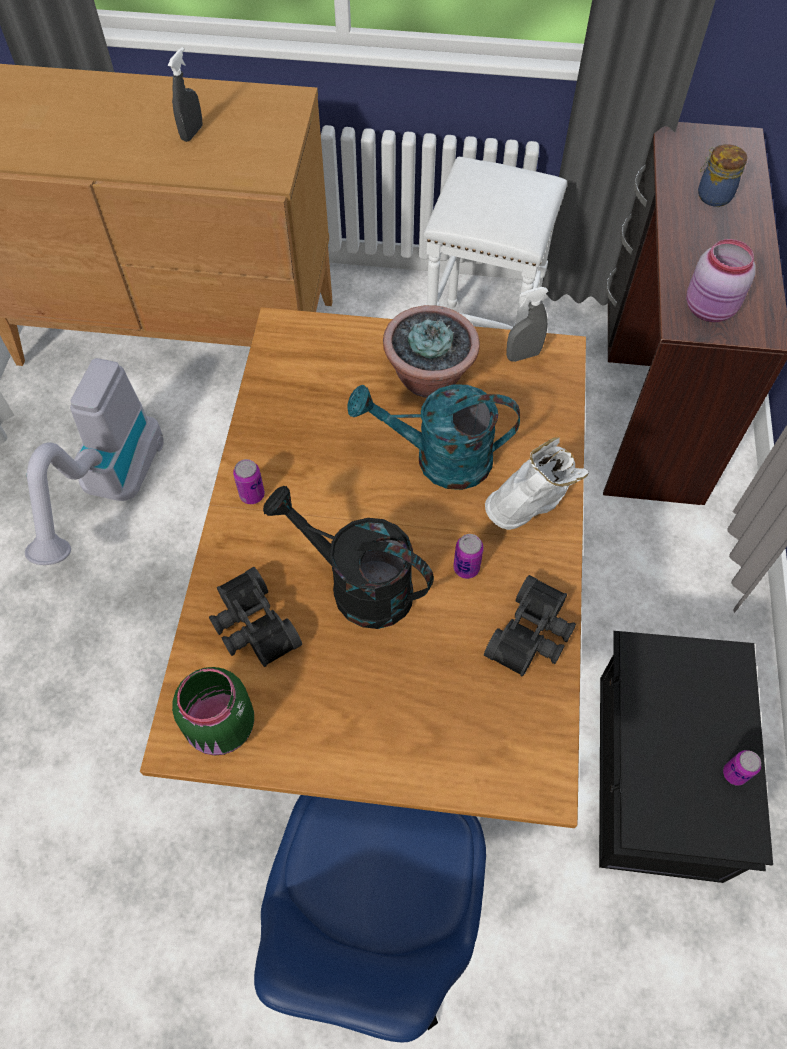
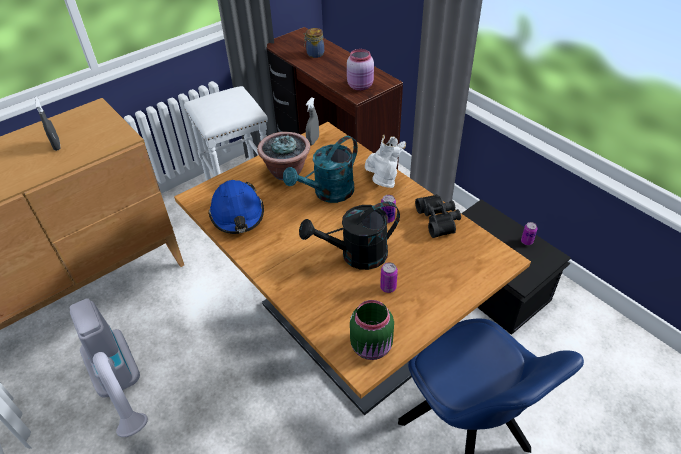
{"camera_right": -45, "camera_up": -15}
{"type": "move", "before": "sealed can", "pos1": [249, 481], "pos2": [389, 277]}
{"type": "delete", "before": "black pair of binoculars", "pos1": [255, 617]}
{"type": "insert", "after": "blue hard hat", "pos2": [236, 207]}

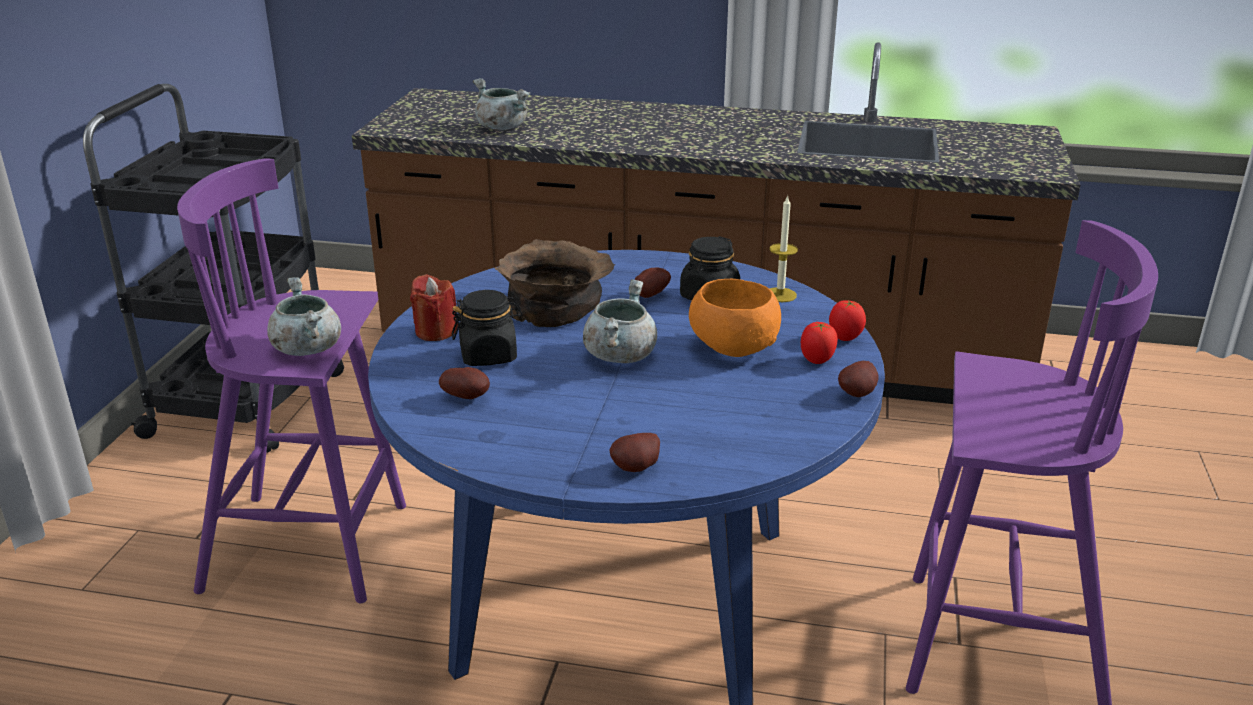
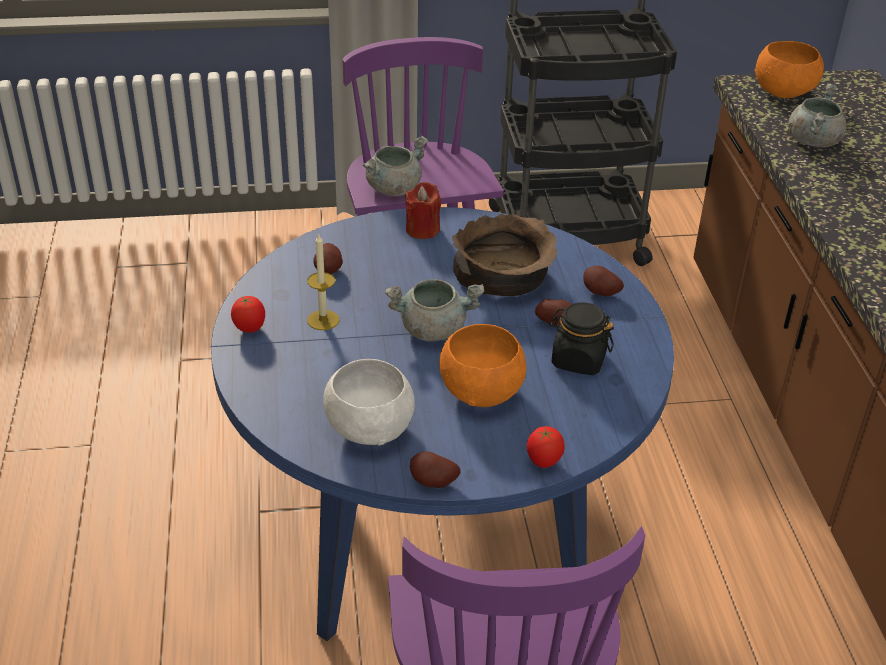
{"camera_right": 70, "camera_up": 10}
{"type": "move", "before": "wax light", "pos1": [783, 248], "pos2": [323, 282]}
{"type": "delete", "before": "black preserve jar", "pos1": [487, 328]}
{"type": "move", "before": "whole tomato", "pos1": [819, 343], "pos2": [248, 314]}
{"type": "move", "before": "spud", "pos1": [634, 452], "pos2": [603, 281]}
{"type": "insert", "after": "orange-coloured bowl", "pos2": [789, 69]}
{"type": "insert", "after": "white-coloured bowl", "pos2": [369, 402]}

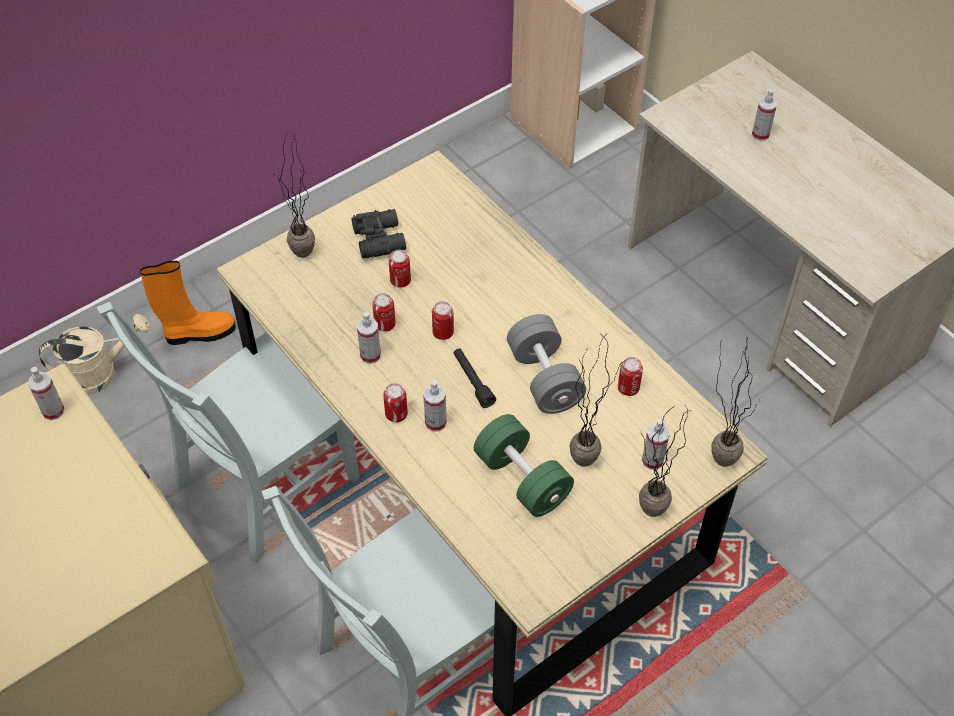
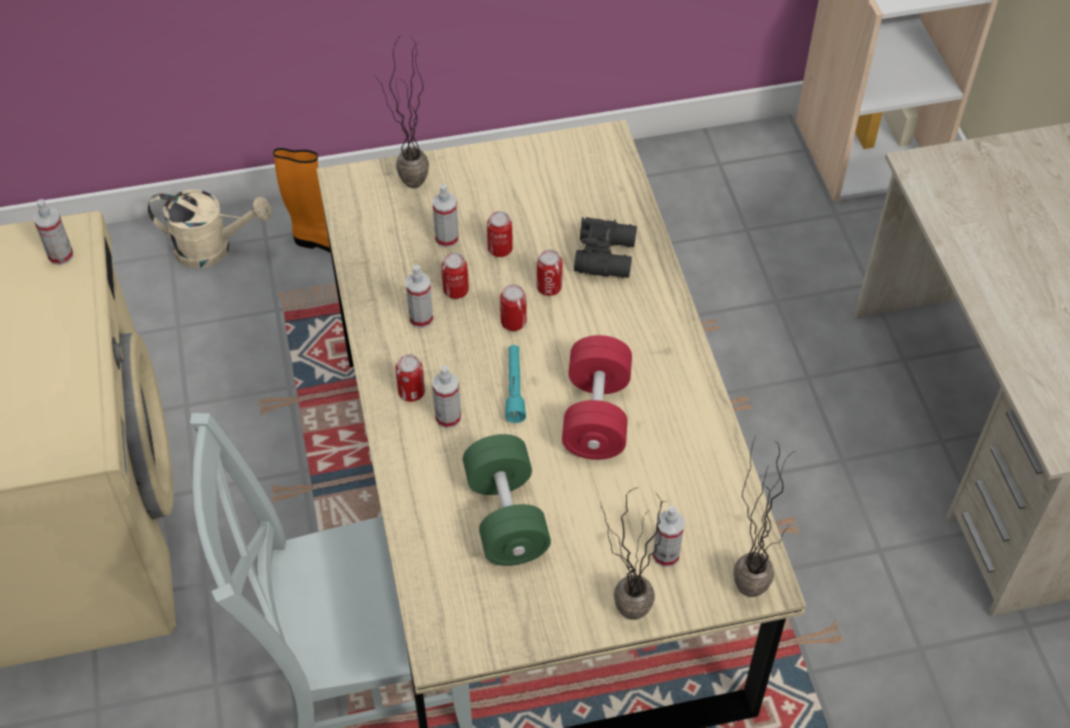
{"camera_right": 25, "camera_up": 0}
{"type": "move", "before": "hand sprayer", "pos1": [764, 115], "pos2": [446, 216]}
{"type": "move", "before": "black pair of binoculars", "pos1": [379, 234], "pos2": [605, 247]}
{"type": "delete", "before": "greyish upright chair", "pos1": [228, 432]}
{"type": "recolor", "before": "greyish free weight", "after": "red free weight", "pos1": [546, 364], "pos2": [597, 397]}
{"type": "delete", "before": "potted plant", "pos1": [598, 402]}
{"type": "recolor", "before": "black torch", "after": "turquoise torch", "pos1": [474, 378], "pos2": [515, 384]}
{"type": "move", "before": "sealed can", "pos1": [630, 376], "pos2": [549, 273]}

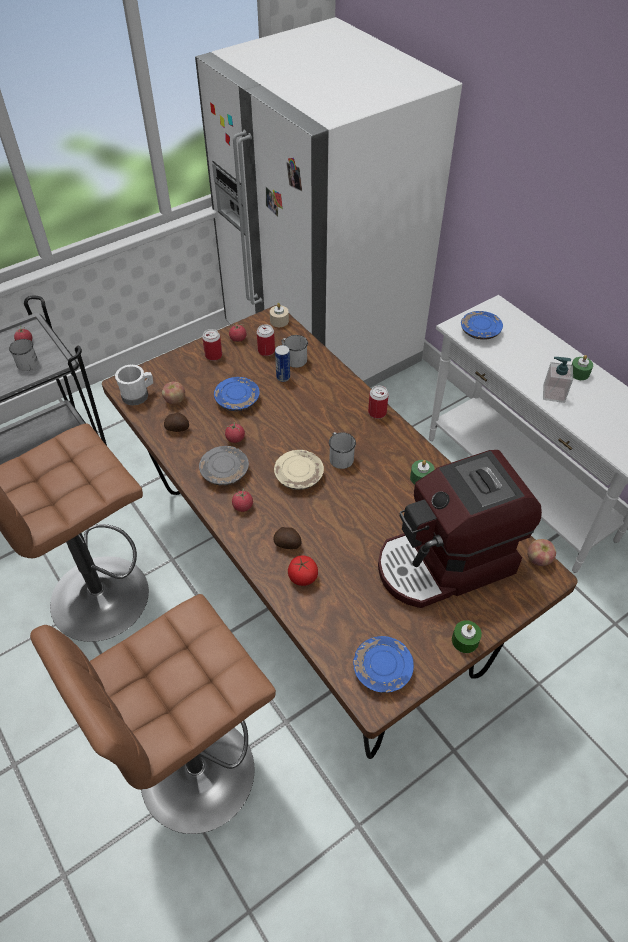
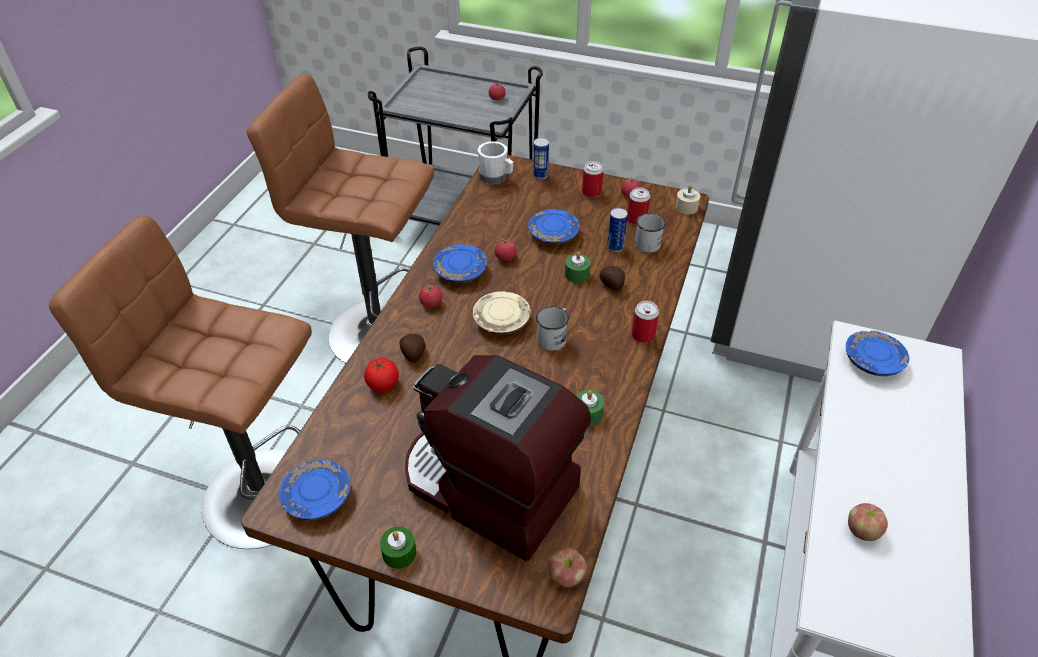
{"camera_right": 55, "camera_up": -5}
{"type": "delete", "before": "white-coloured mug", "pos1": [23, 355]}
{"type": "move", "before": "green-coloured wax light", "pos1": [582, 367], "pos2": [578, 267]}
{"type": "delete", "before": "soap bottle", "pos1": [558, 380]}
{"type": "move", "before": "apple", "pos1": [173, 393], "pos2": [868, 522]}
{"type": "move", "before": "spud", "pos1": [176, 422], "pos2": [612, 278]}
{"type": "recolor", "before": "greyish flat dish", "after": "blue flat dish", "pos1": [224, 466], "pos2": [460, 263]}
{"type": "insert", "after": "sealed can", "pos2": [541, 159]}

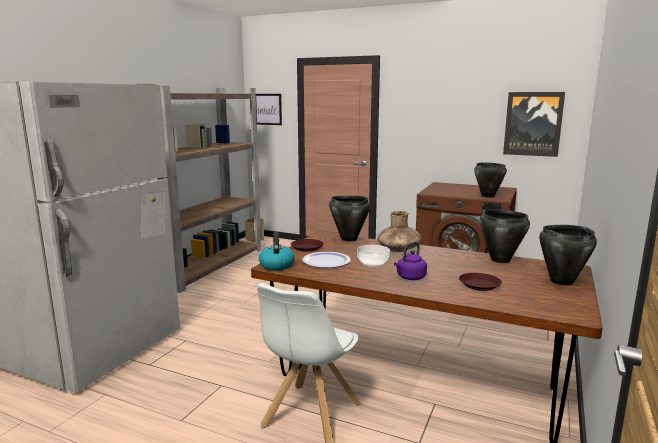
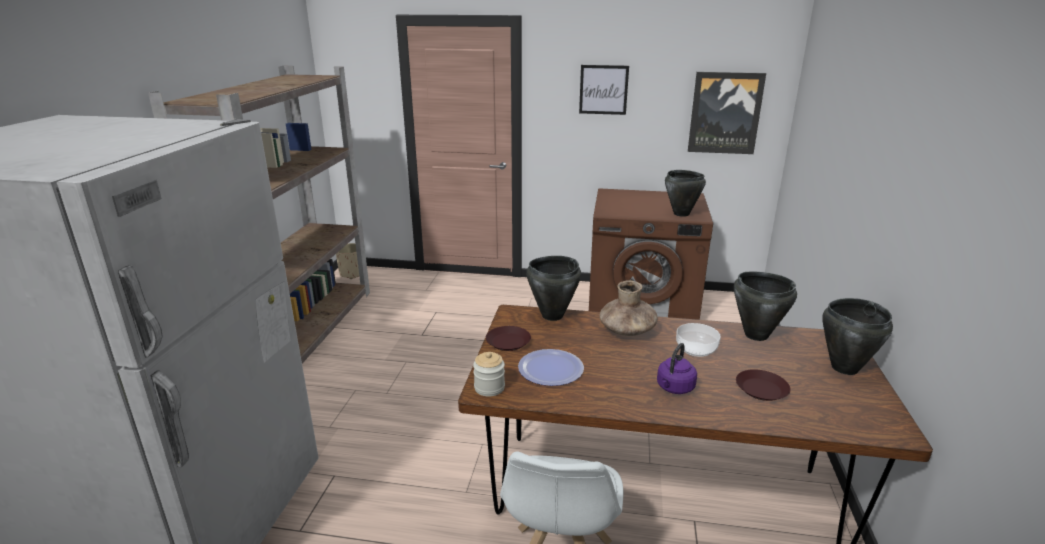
{"camera_right": -15, "camera_up": 10}
{"type": "move", "before": "picture", "pos1": [269, 109], "pos2": [604, 90]}
{"type": "replace", "before": "tea kettle", "after": "preserve jar", "pos1": [276, 251], "pos2": [489, 374]}
{"type": "move", "before": "bowl", "pos1": [373, 256], "pos2": [698, 340]}

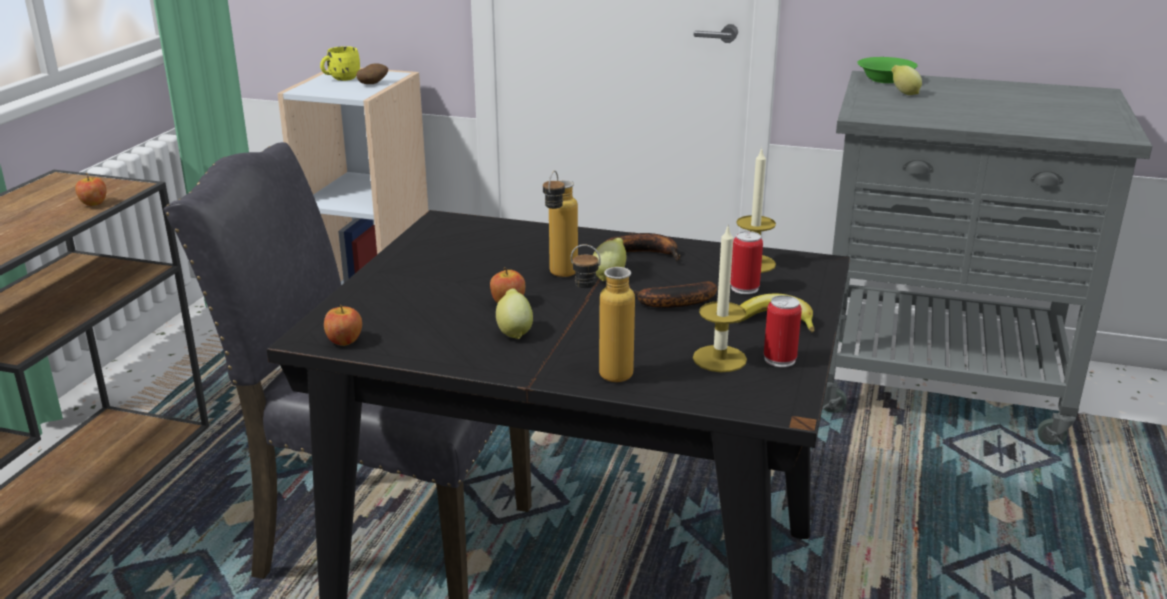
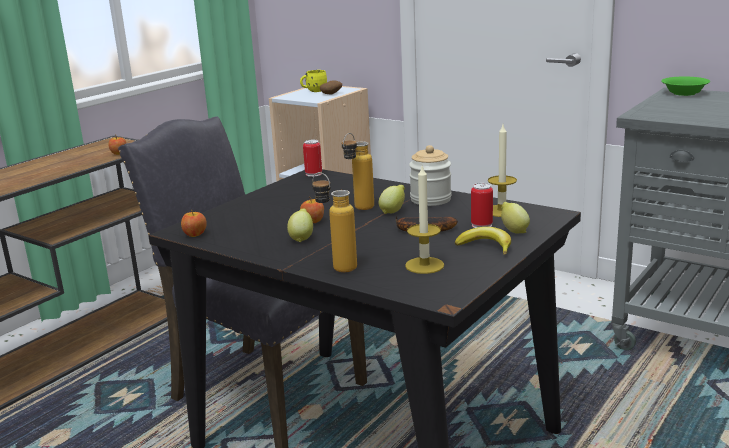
{"camera_right": 20, "camera_up": -5}
{"type": "move", "before": "lemon", "pos1": [906, 80], "pos2": [515, 218]}
{"type": "replace", "before": "whole banana", "after": "preserve jar", "pos1": [642, 247], "pos2": [430, 175]}
{"type": "move", "before": "sealed can", "pos1": [783, 331], "pos2": [312, 158]}

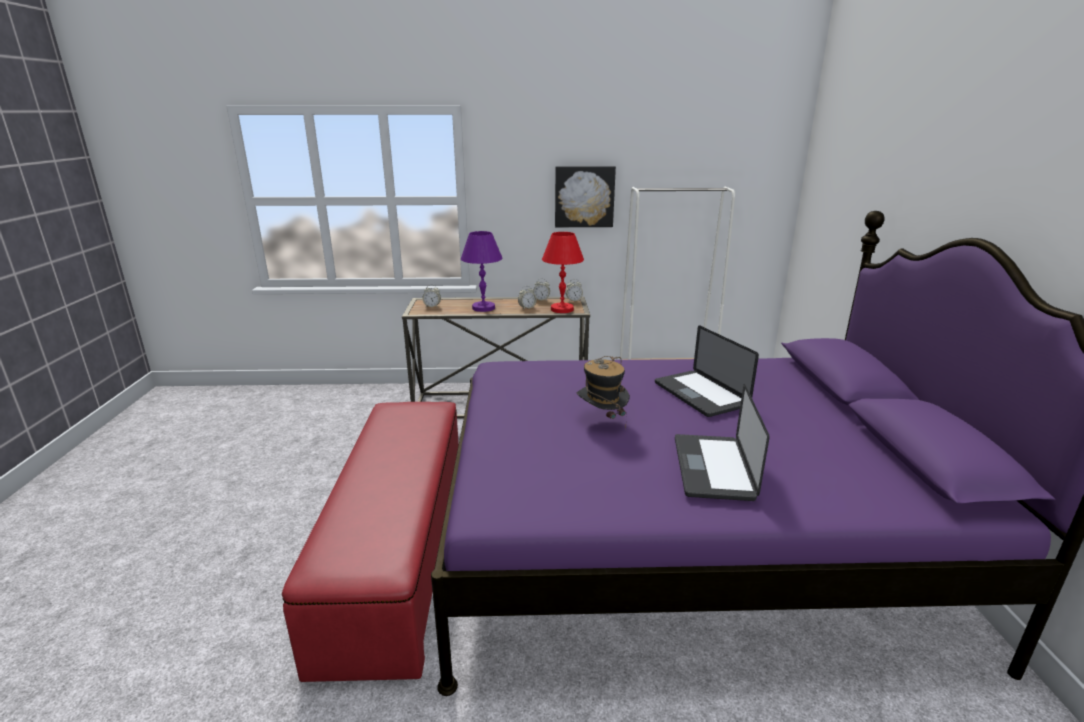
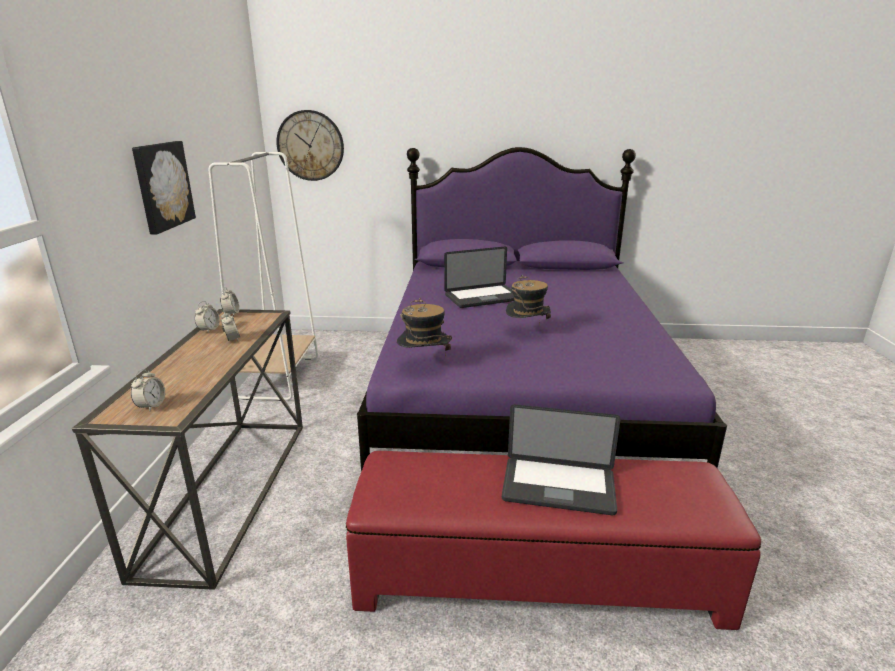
{"camera_right": -85, "camera_up": 0}
{"type": "delete", "before": "purplish tabletop lamp", "pos1": [481, 271]}
{"type": "delete", "before": "red tabletop lamp", "pos1": [563, 272]}
{"type": "move", "before": "laptop", "pos1": [722, 442], "pos2": [561, 459]}
{"type": "insert", "after": "hanging clock", "pos2": [310, 145]}
{"type": "insert", "after": "clothing hat", "pos2": [424, 328]}

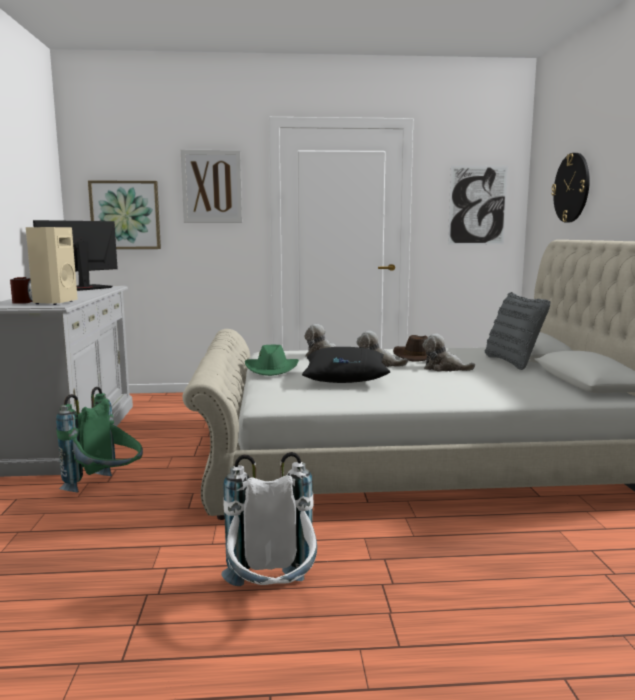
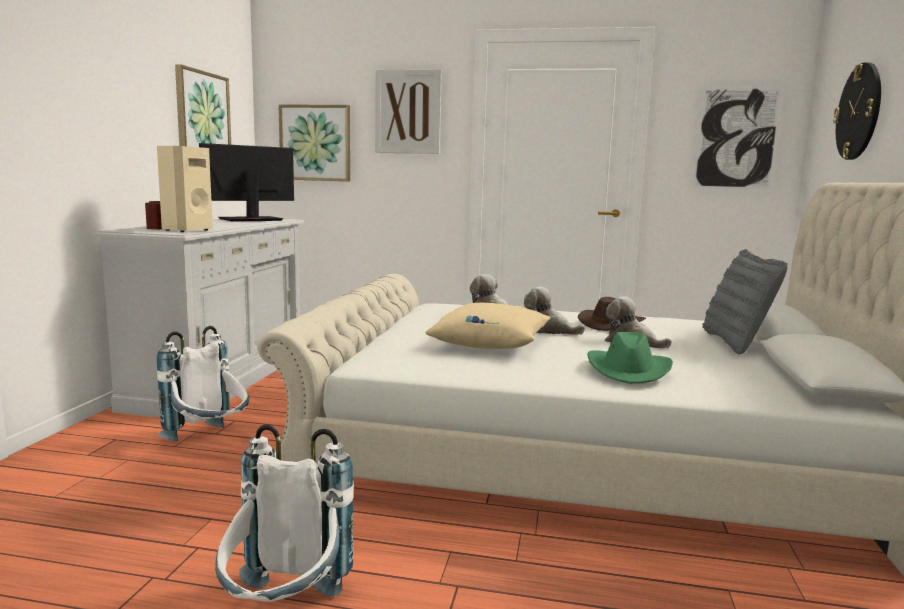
{"camera_right": 15, "camera_up": 0}
{"type": "move", "before": "green-coloured clothing hat", "pos1": [272, 360], "pos2": [630, 358]}
{"type": "recolor", "before": "black pillow", "after": "sand-coloured pillow", "pos1": [346, 365], "pos2": [487, 326]}
{"type": "recolor", "before": "green-coloured backpack", "after": "white-coloured backpack", "pos1": [99, 439], "pos2": [203, 383]}
{"type": "insert", "after": "picture", "pos2": [203, 106]}

